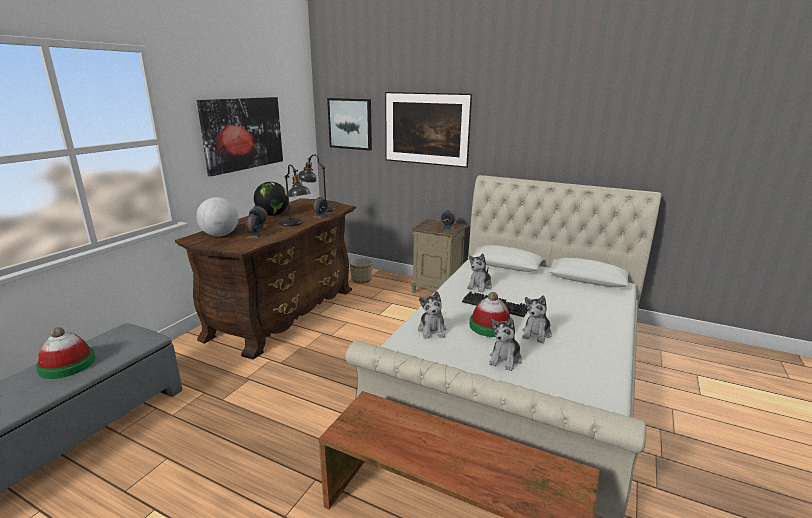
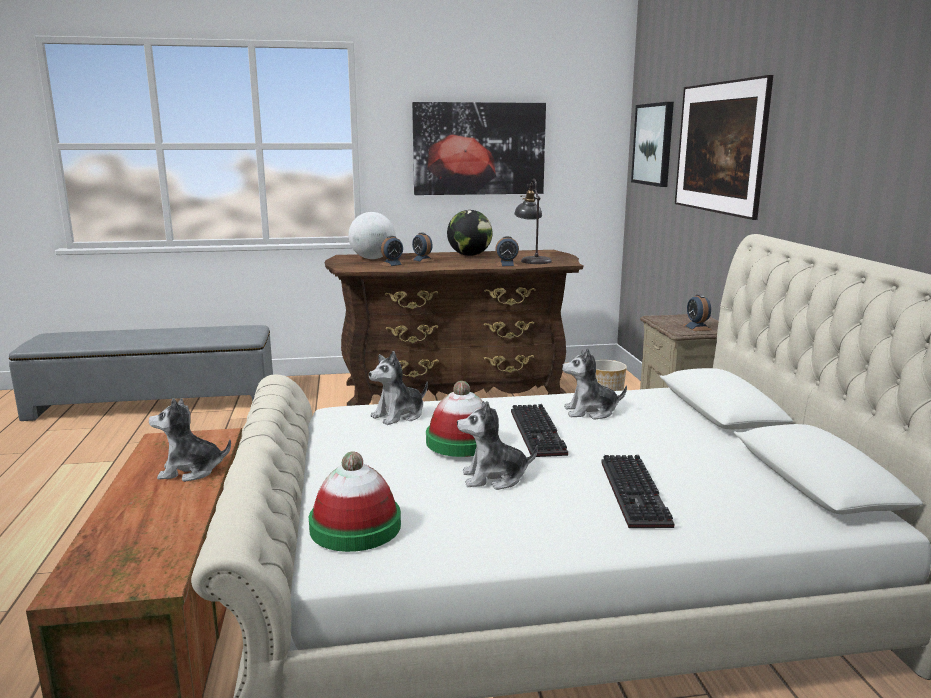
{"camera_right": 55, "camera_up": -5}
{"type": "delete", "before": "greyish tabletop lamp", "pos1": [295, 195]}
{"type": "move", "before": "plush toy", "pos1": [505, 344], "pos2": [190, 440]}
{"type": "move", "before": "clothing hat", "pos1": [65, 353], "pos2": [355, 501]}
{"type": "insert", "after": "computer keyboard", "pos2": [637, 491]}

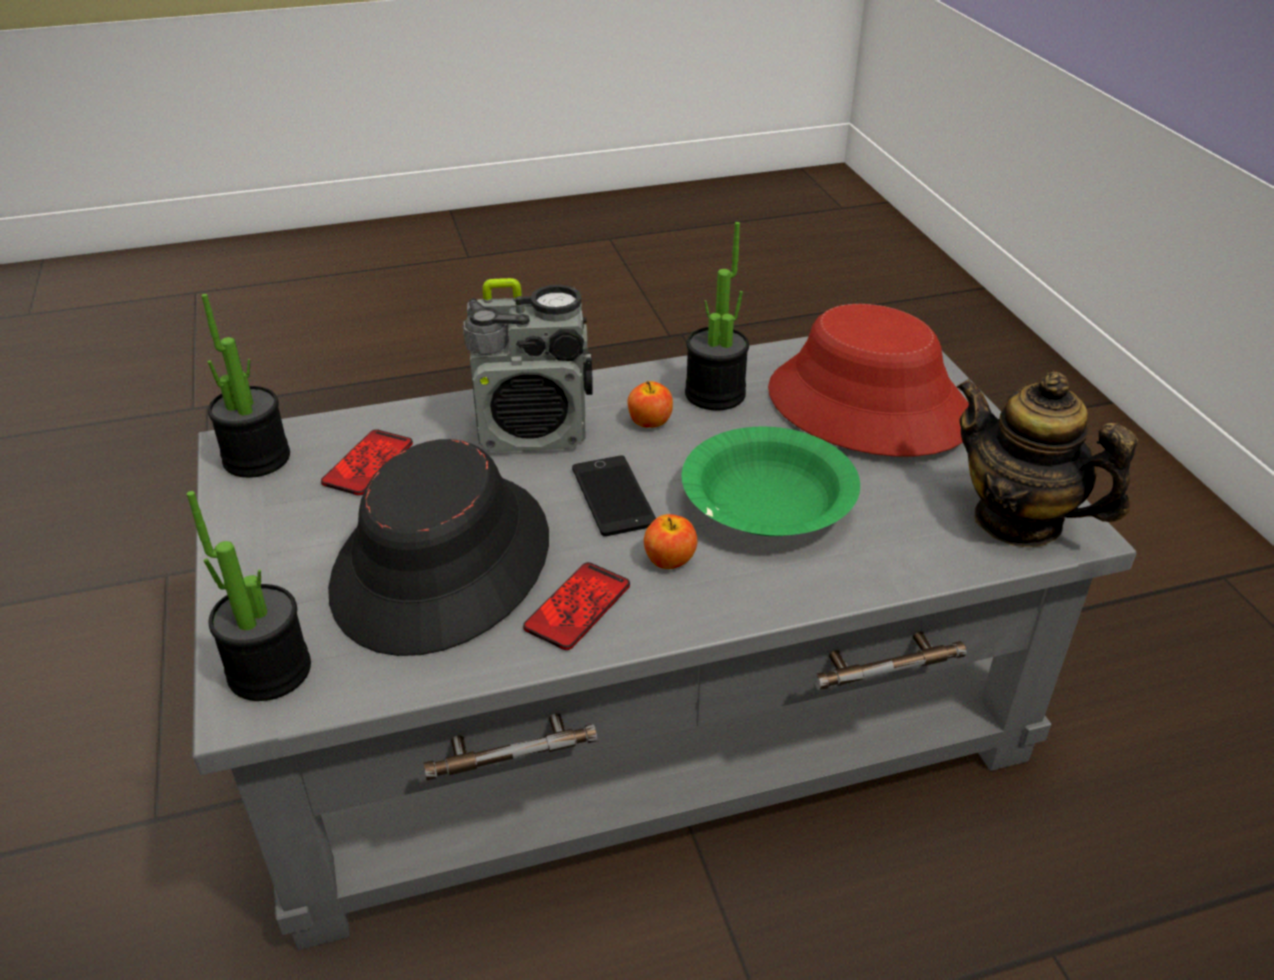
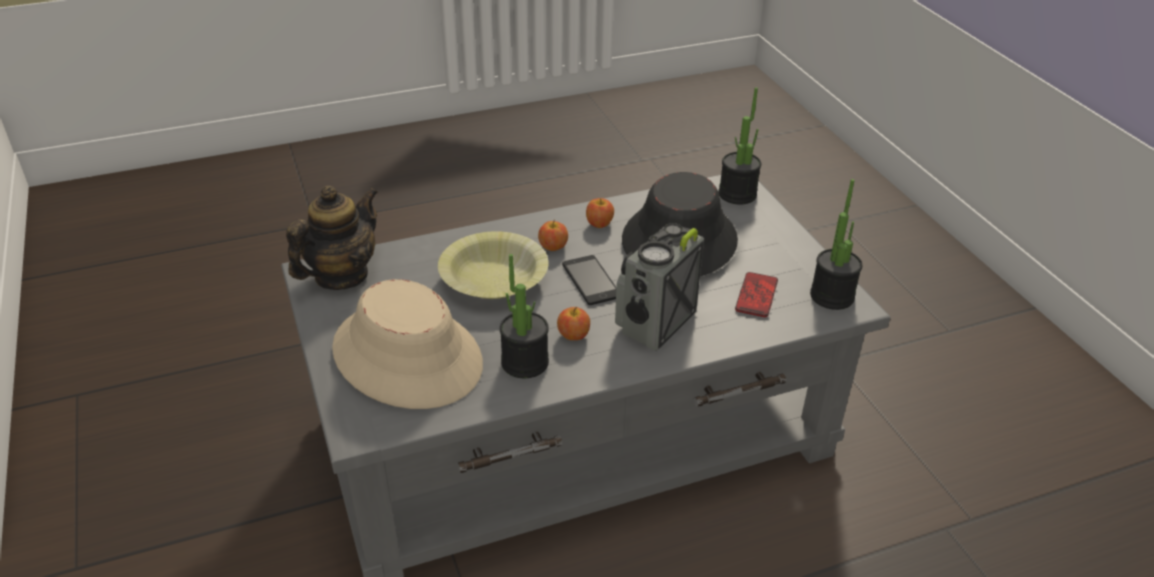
{"camera_right": 175, "camera_up": 0}
{"type": "rotate", "before": "radio", "pos1": [528, 365], "pos2": [659, 287], "turn": -45}
{"type": "recolor", "before": "red clothing hat", "after": "sand-coloured clothing hat", "pos1": [868, 380], "pos2": [407, 344]}
{"type": "rotate", "before": "teapot", "pos1": [1047, 459], "pos2": [332, 237], "turn": -90}
{"type": "recolor", "before": "green-coloured bowl", "after": "yellow bowl", "pos1": [771, 481], "pos2": [493, 265]}
{"type": "replace", "before": "phone", "after": "apple", "pos1": [576, 606], "pos2": [600, 213]}

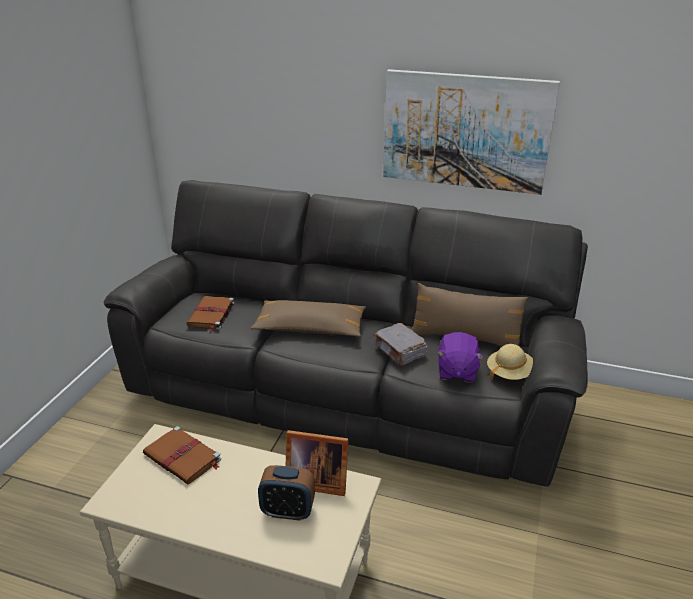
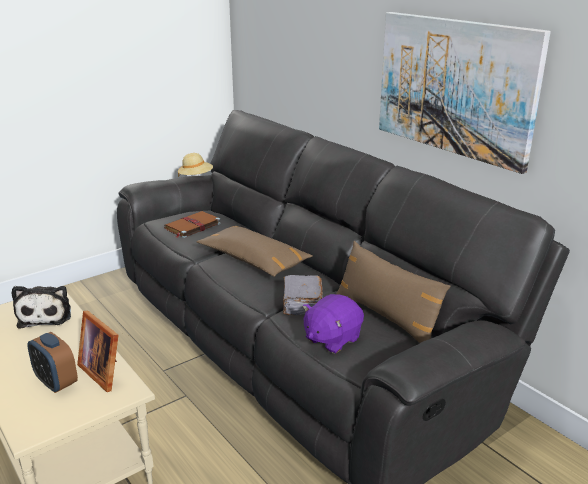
{"camera_right": 35, "camera_up": -5}
{"type": "move", "before": "sand-coloured clothing hat", "pos1": [510, 362], "pos2": [195, 165]}
{"type": "replace", "before": "brown-coloured book", "after": "plush toy", "pos1": [182, 455], "pos2": [41, 307]}

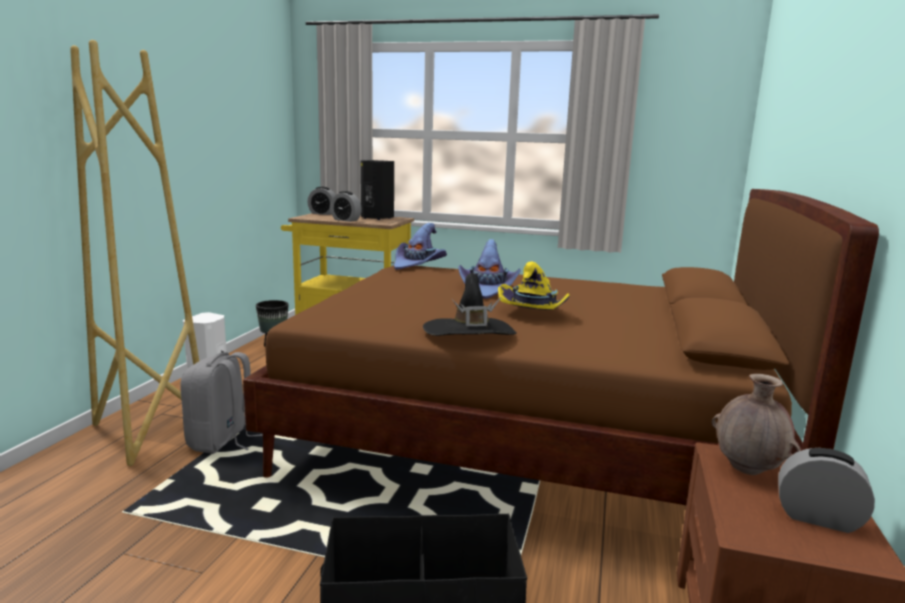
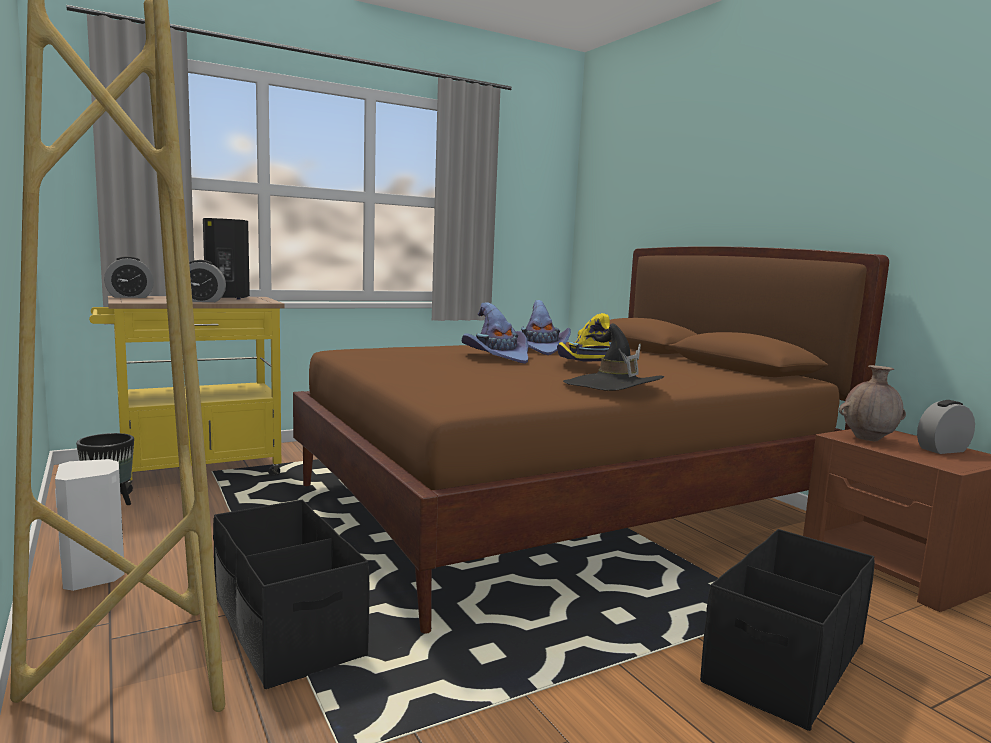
{"camera_right": -45, "camera_up": -5}
{"type": "move", "before": "purplish clothing hat", "pos1": [420, 246], "pos2": [541, 327]}
{"type": "replace", "before": "greyish backpack", "after": "black storage box", "pos1": [221, 403], "pos2": [291, 594]}

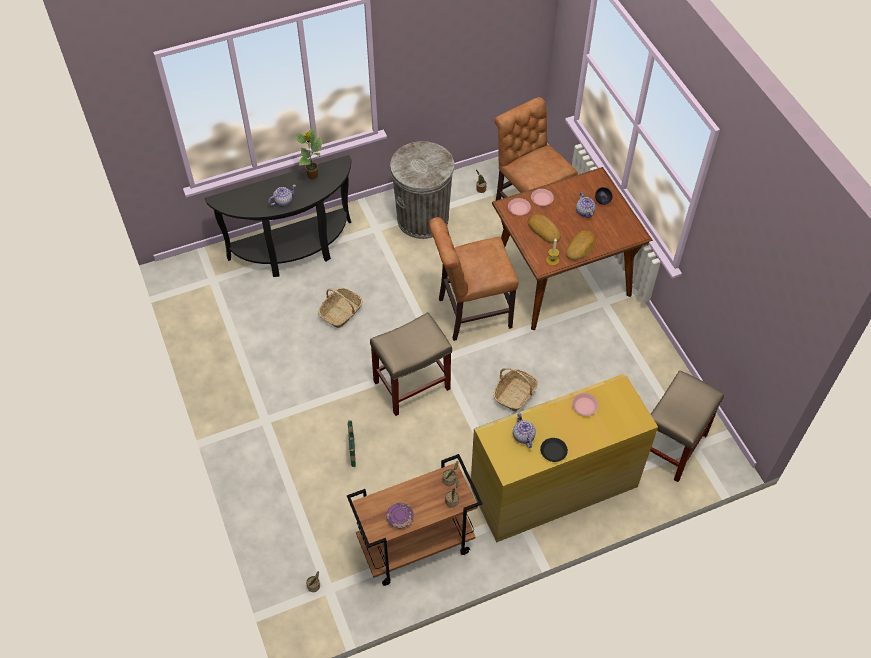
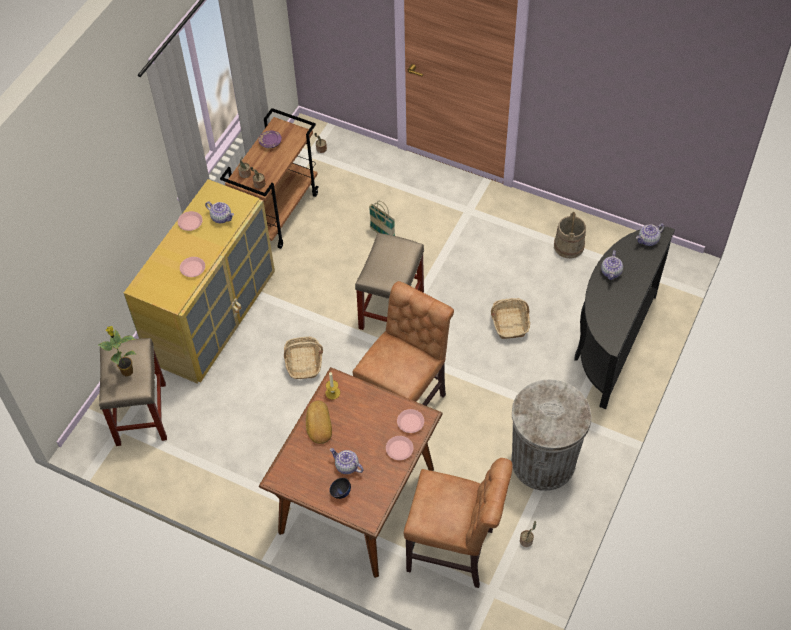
{"camera_right": 140, "camera_up": 0}
{"type": "move", "before": "potted plant", "pos1": [308, 154], "pos2": [117, 351]}
{"type": "delete", "before": "bakery bread", "pos1": [544, 228]}
{"type": "recolor", "before": "black flat dish", "after": "pink flat dish", "pos1": [554, 450], "pos2": [190, 221]}
{"type": "insert", "after": "sand-coloured bucket", "pos2": [570, 235]}
{"type": "insert", "after": "teapot", "pos2": [650, 234]}

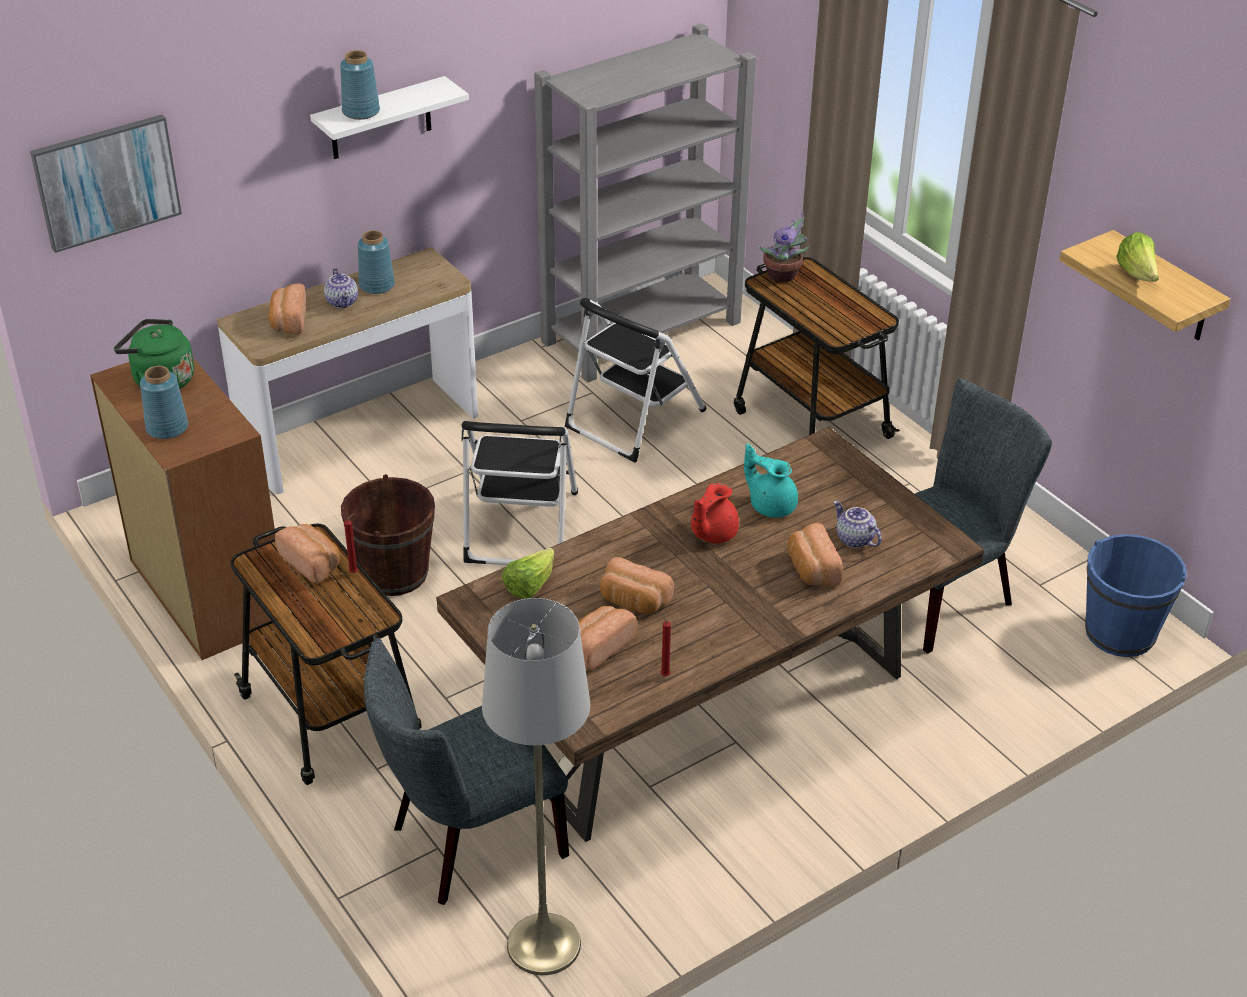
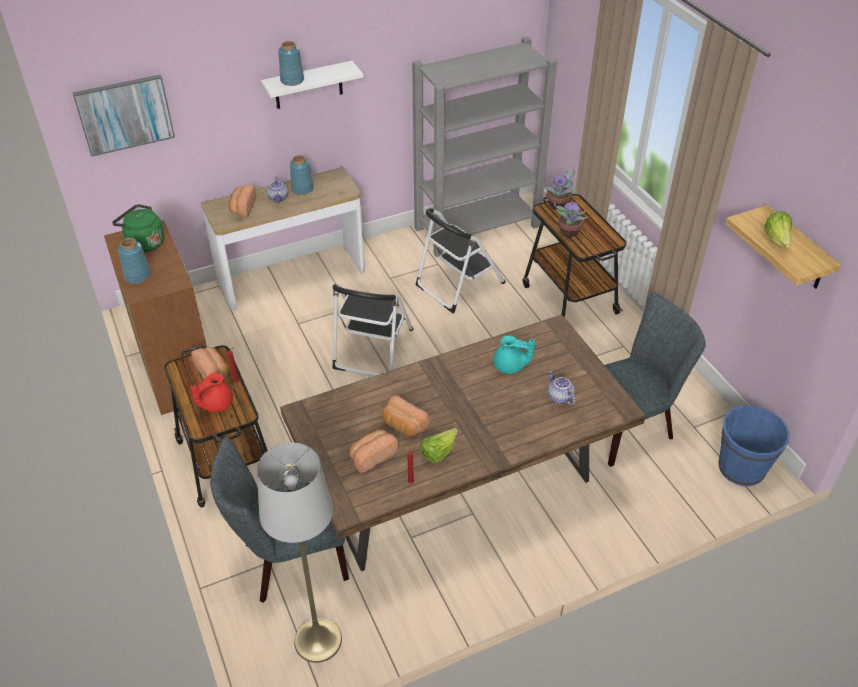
{"camera_right": 10, "camera_up": 5}
{"type": "rotate", "before": "turquoise teapot", "pos1": [771, 481], "pos2": [514, 354], "turn": 150}
{"type": "delete", "before": "brown-coloured bucket", "pos1": [388, 535]}
{"type": "move", "before": "red teapot", "pos1": [715, 513], "pos2": [211, 392]}
{"type": "delete", "before": "bakery bread", "pos1": [815, 555]}
{"type": "move", "before": "lettuce head", "pos1": [528, 573], "pos2": [439, 446]}
{"type": "insert", "after": "potted plant", "pos2": [571, 218]}

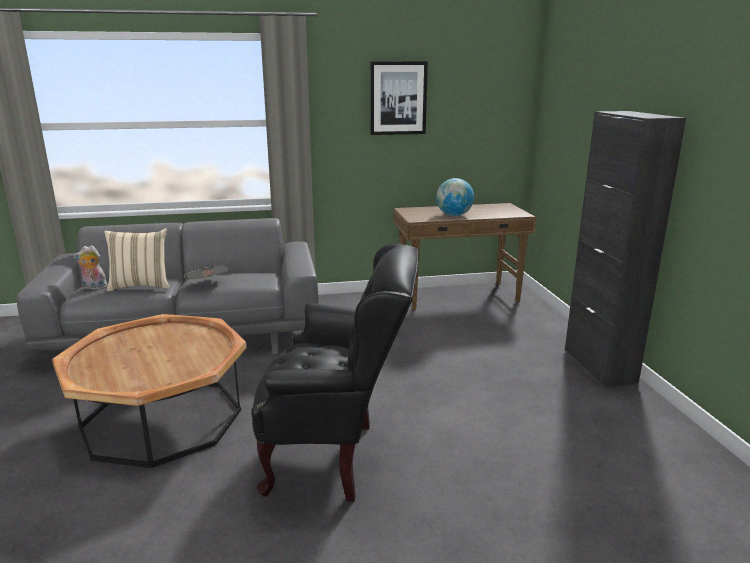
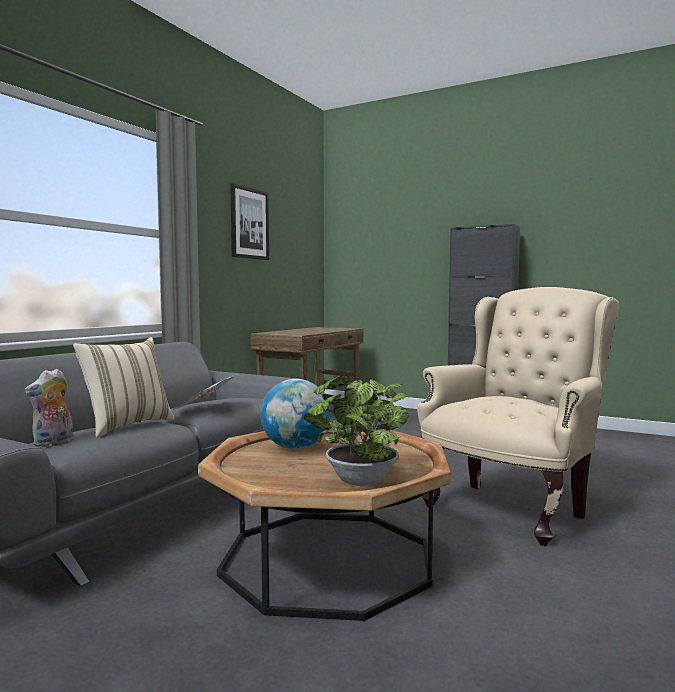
{"camera_right": -50, "camera_up": -15}
{"type": "move", "before": "desk globe", "pos1": [455, 197], "pos2": [295, 414]}
{"type": "recolor", "before": "black lounge chair", "after": "sand-coloured lounge chair", "pos1": [335, 373], "pos2": [518, 416]}
{"type": "insert", "after": "potted plant", "pos2": [356, 430]}

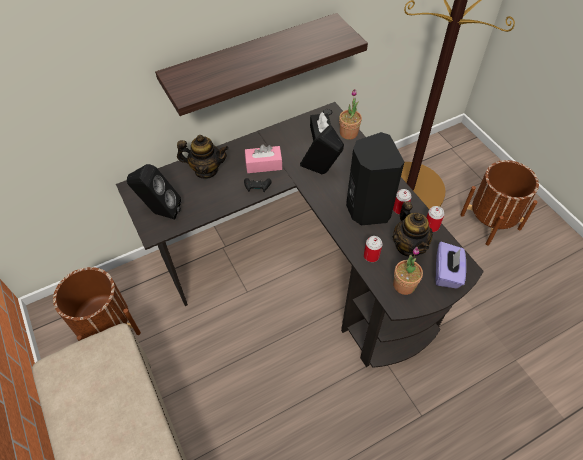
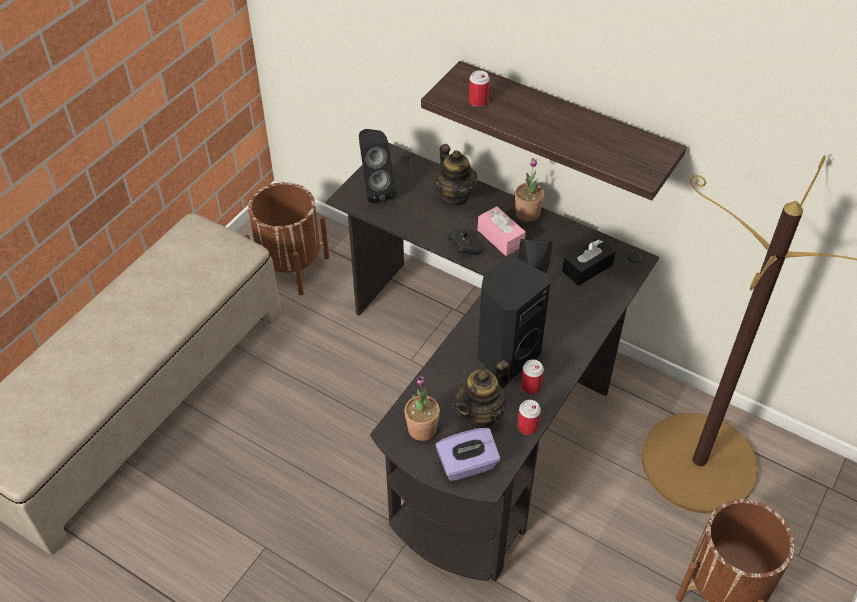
{"camera_right": 60, "camera_up": -5}
{"type": "move", "before": "potted plant", "pos1": [350, 114], "pos2": [530, 190]}
{"type": "move", "before": "sealed can", "pos1": [373, 249], "pos2": [479, 88]}

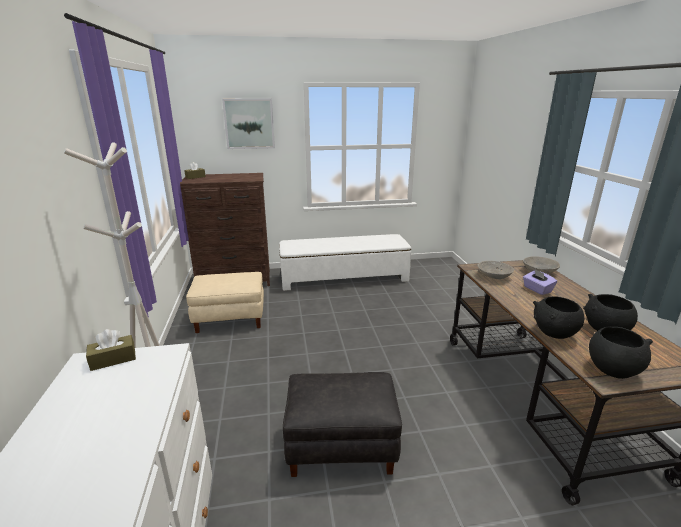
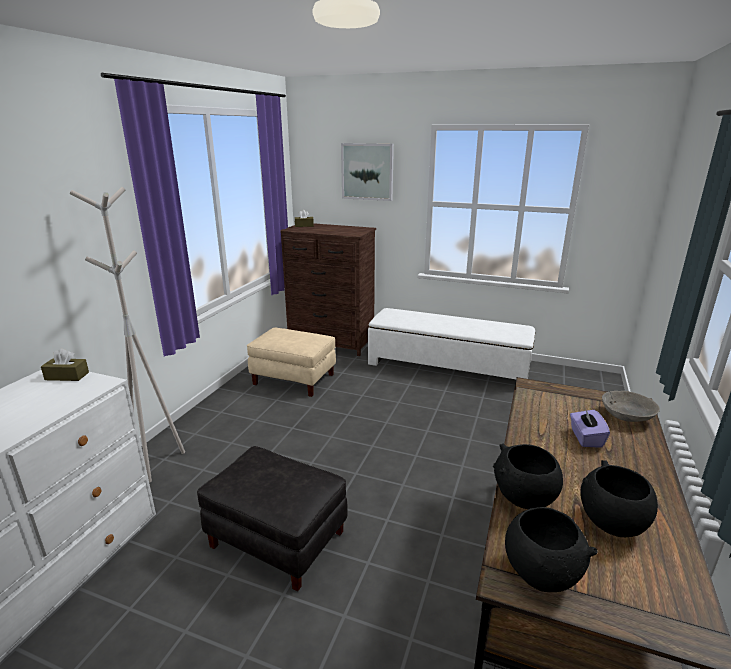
{"camera_right": 30, "camera_up": 0}
{"type": "delete", "before": "greyish bowl", "pos1": [495, 270]}

